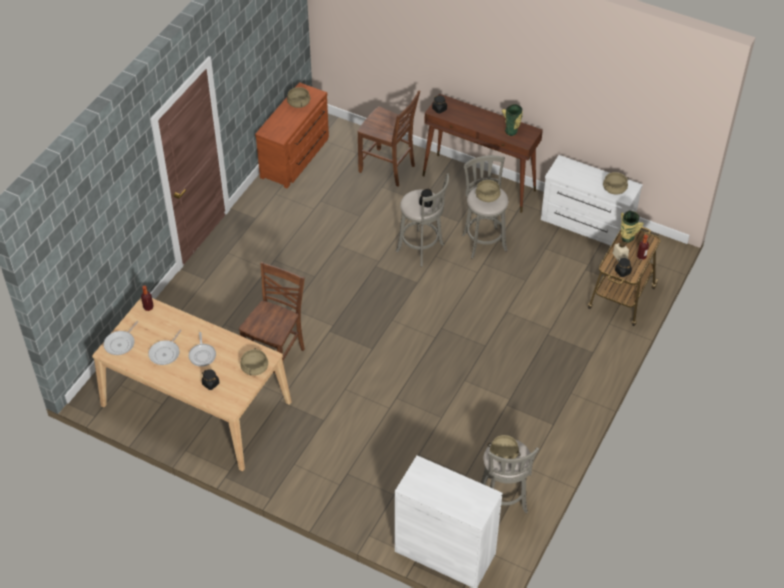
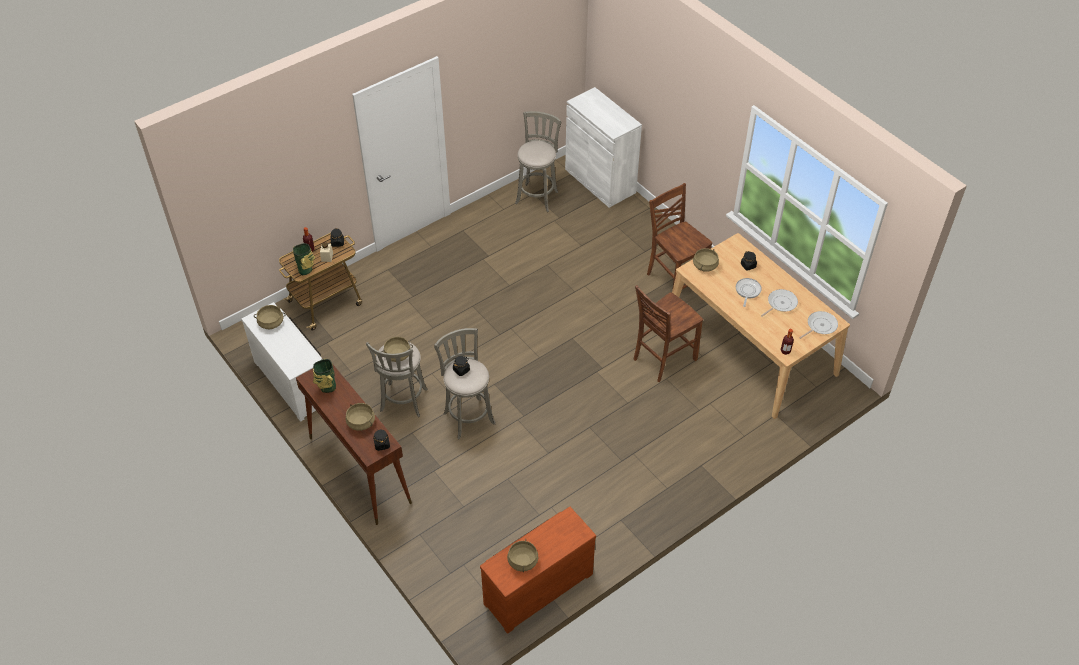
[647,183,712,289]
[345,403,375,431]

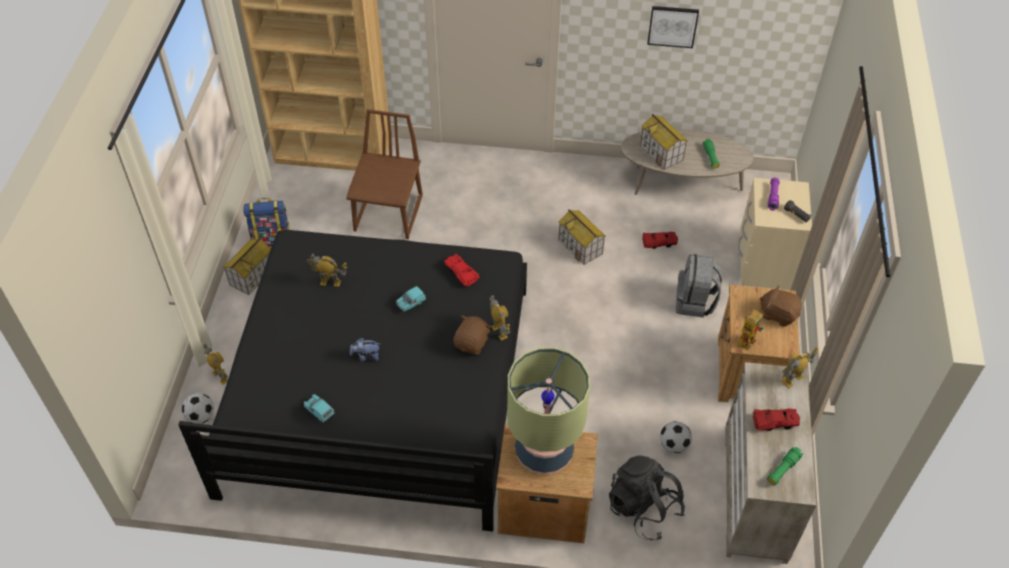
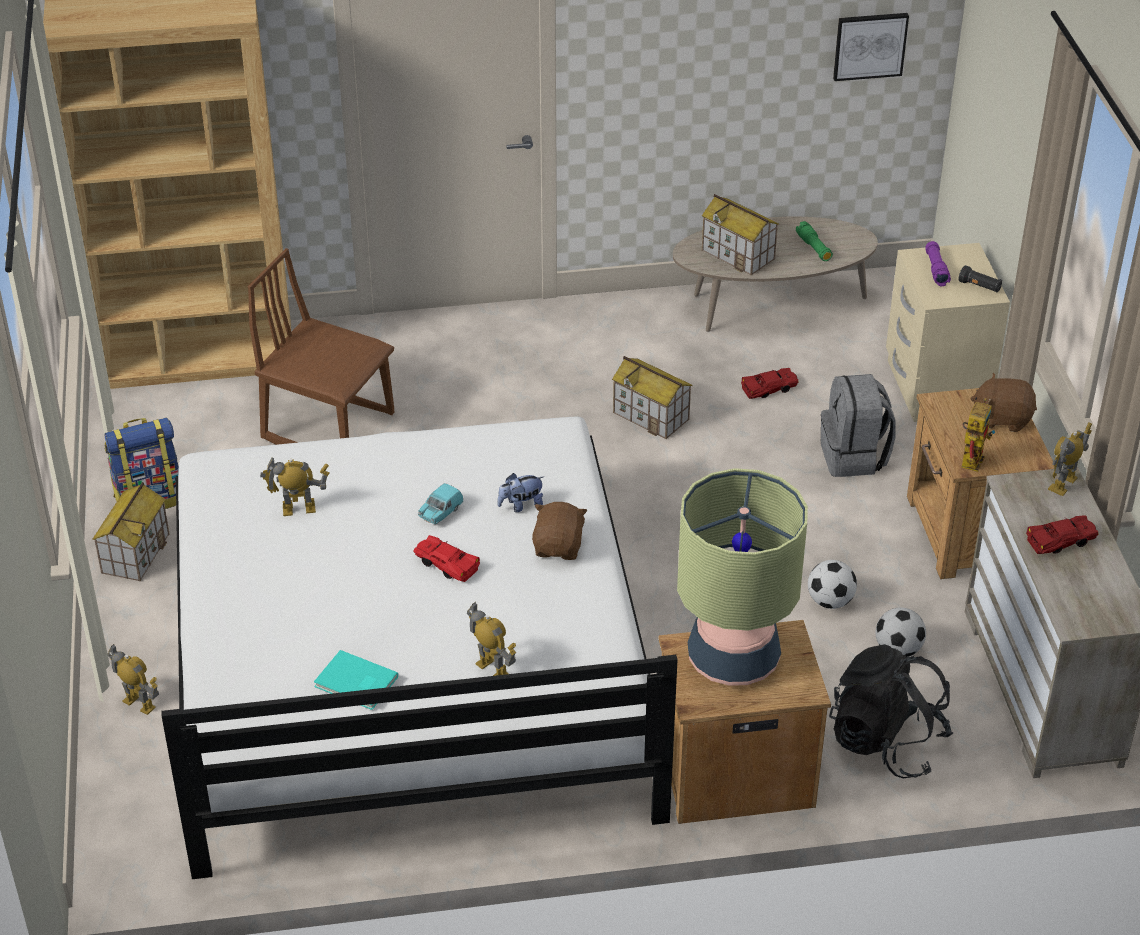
[833,13,909,81]
[248,248,394,445]
[162,417,677,879]
[413,535,480,582]
[467,602,516,676]
[497,473,544,512]
[808,560,857,609]
[314,650,398,710]
[767,447,803,485] (first image)

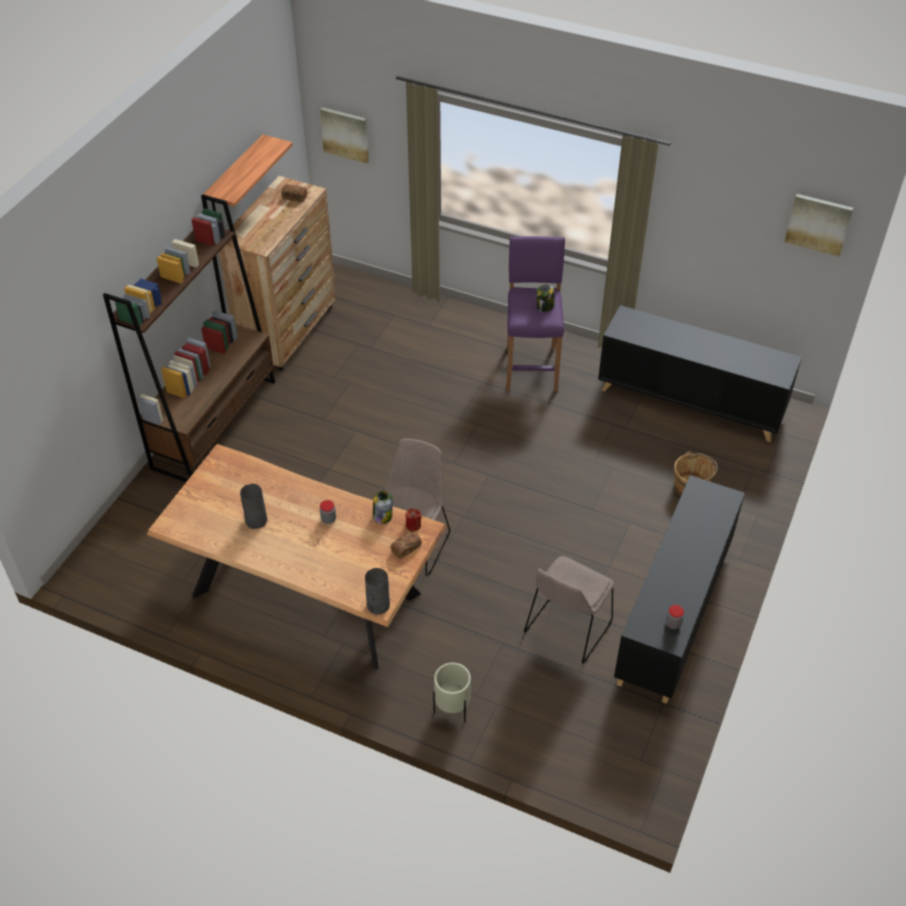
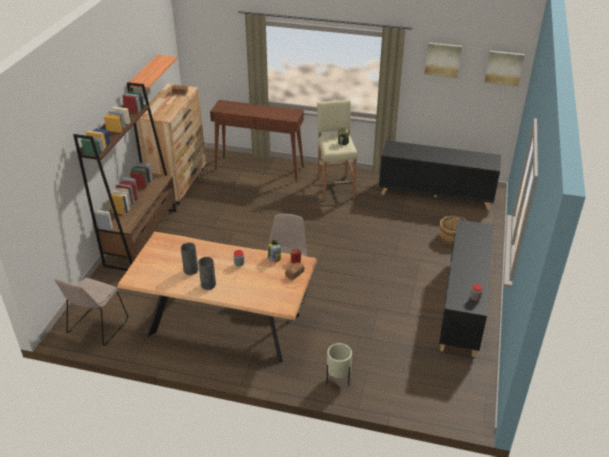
[424,42,462,78]
[317,100,358,201]
[54,278,128,346]
[198,257,216,290]
[210,100,304,182]

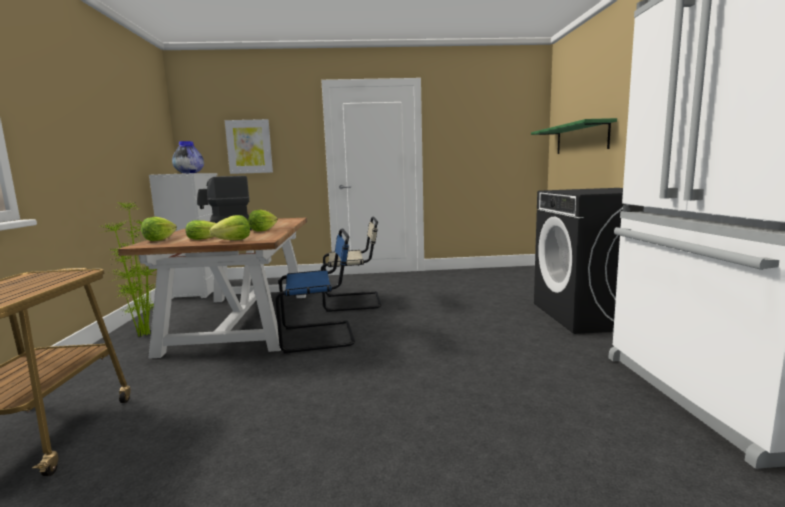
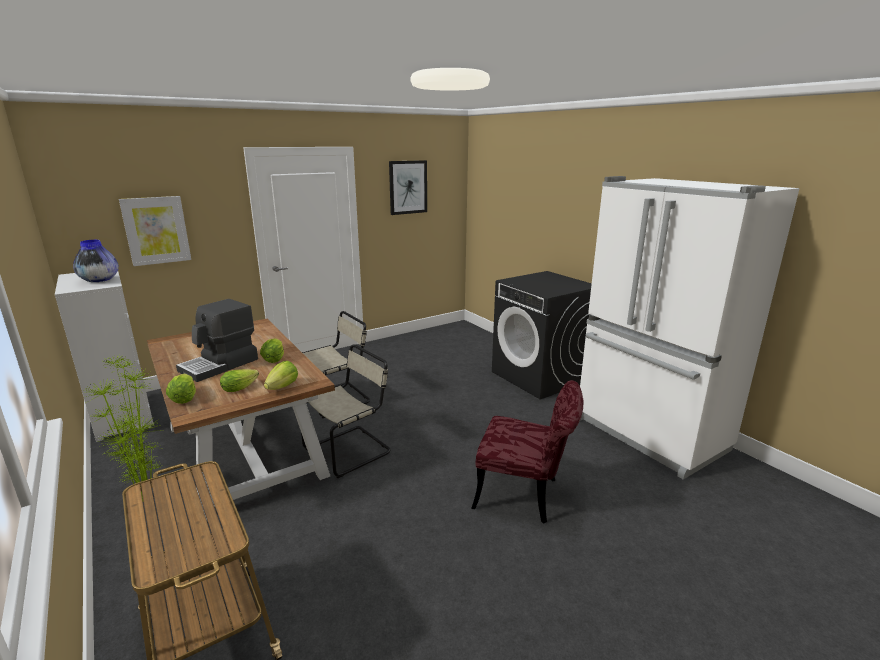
[531,118,617,154] (first image)
[301,344,391,478]
[389,160,427,215]
[471,380,583,524]

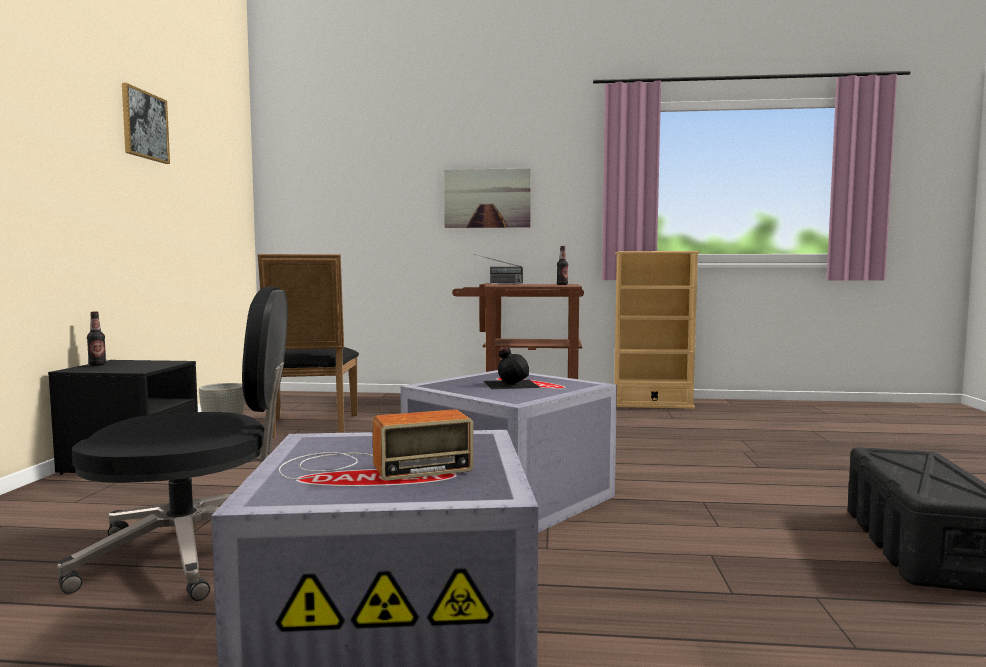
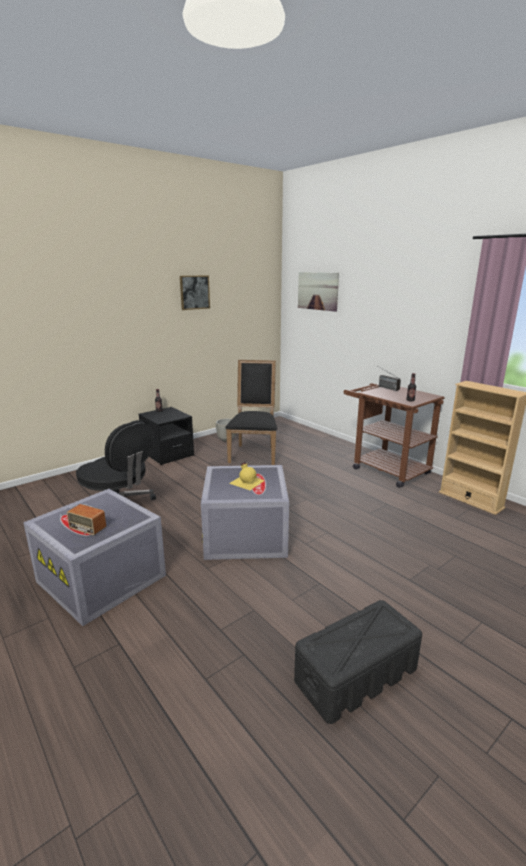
[298,272,339,312]
[225,360,277,465]
[229,463,265,490]

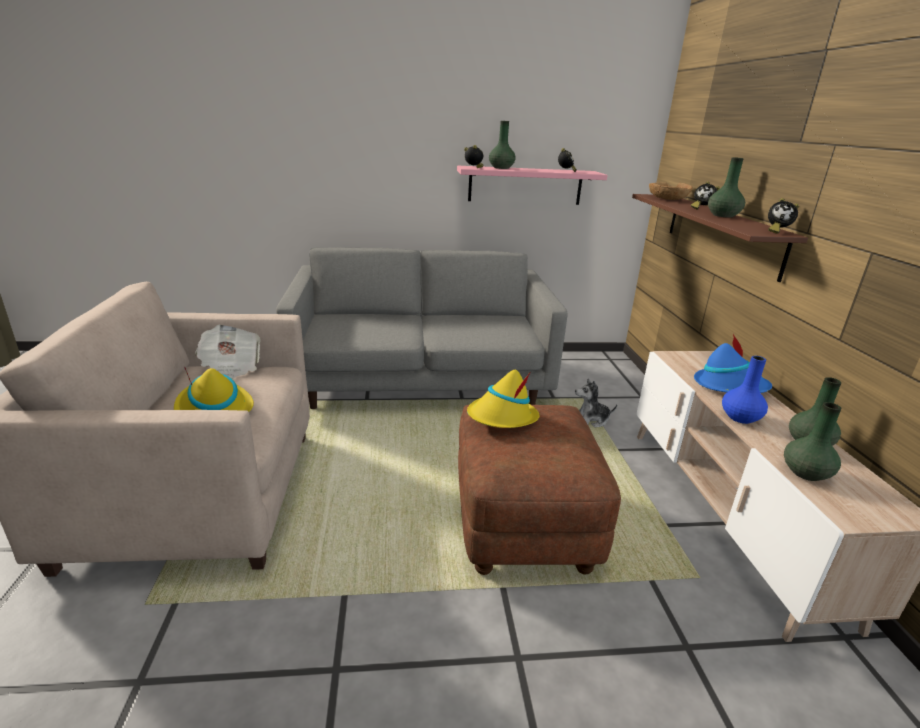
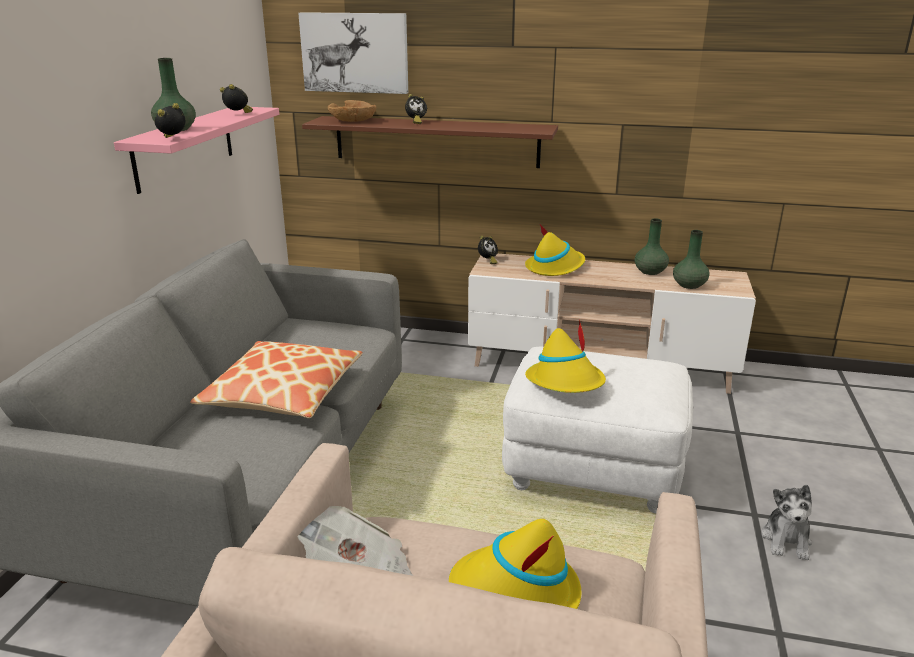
[708,157,745,218] (first image)
[478,236,498,264]
[525,223,585,276]
[722,356,768,424] (first image)
[762,485,812,560]
[502,347,693,514]
[298,12,408,94]
[190,341,363,418]

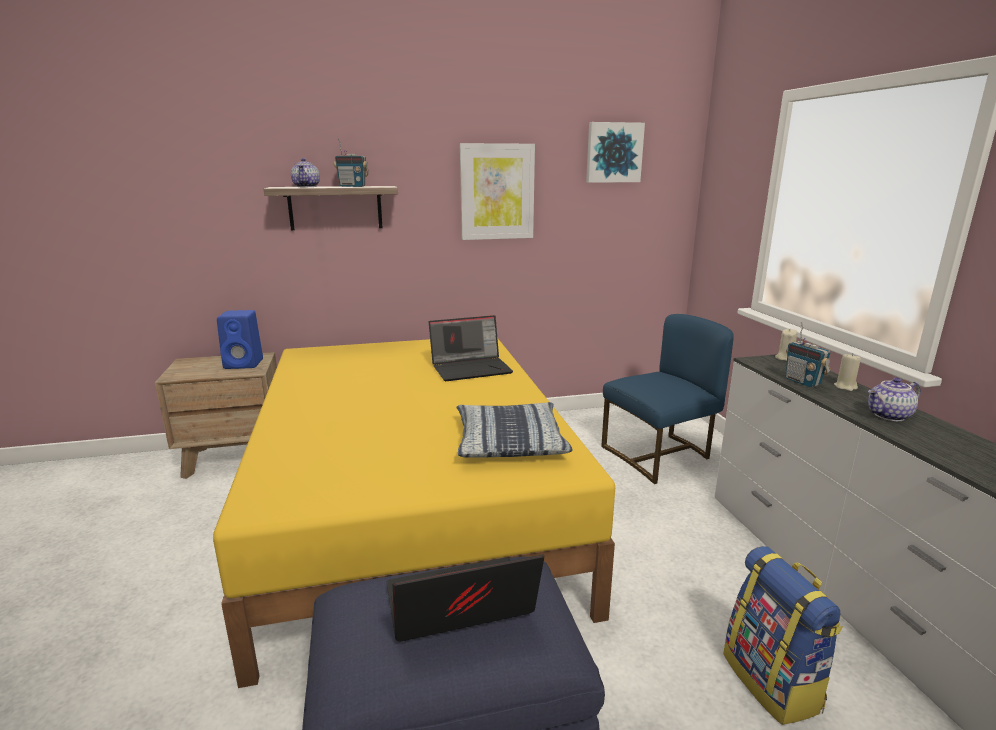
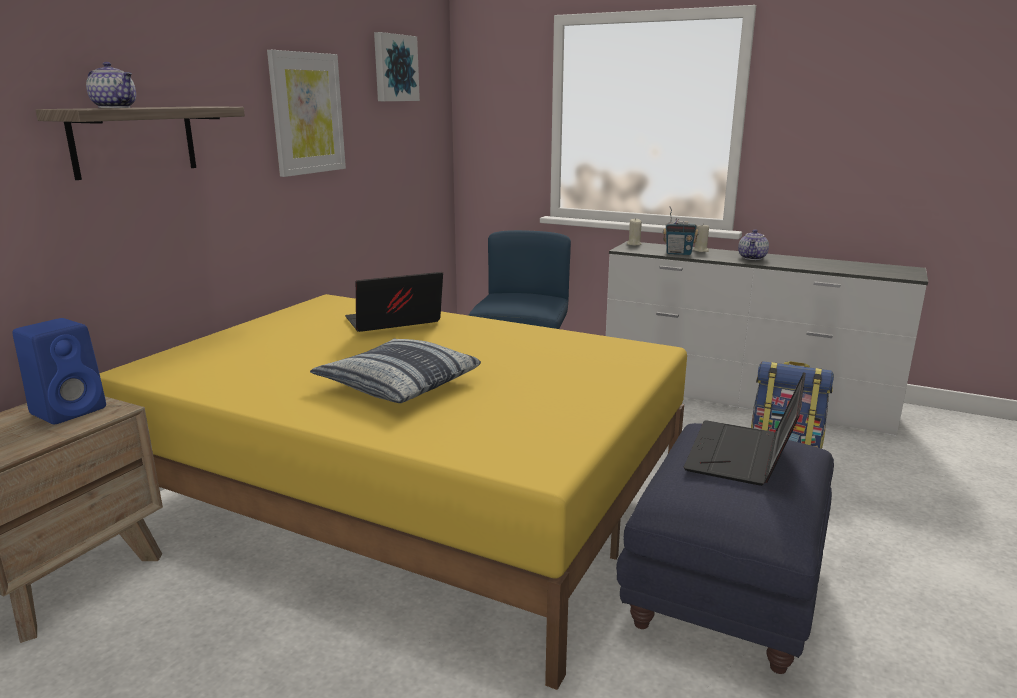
[334,139,369,187] (first image)
[345,272,443,332]
[310,339,481,403]

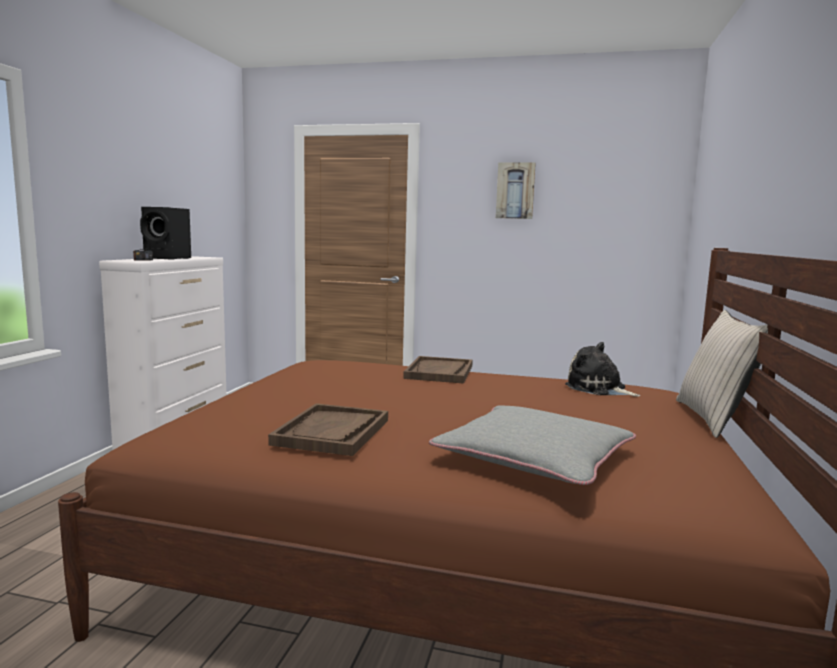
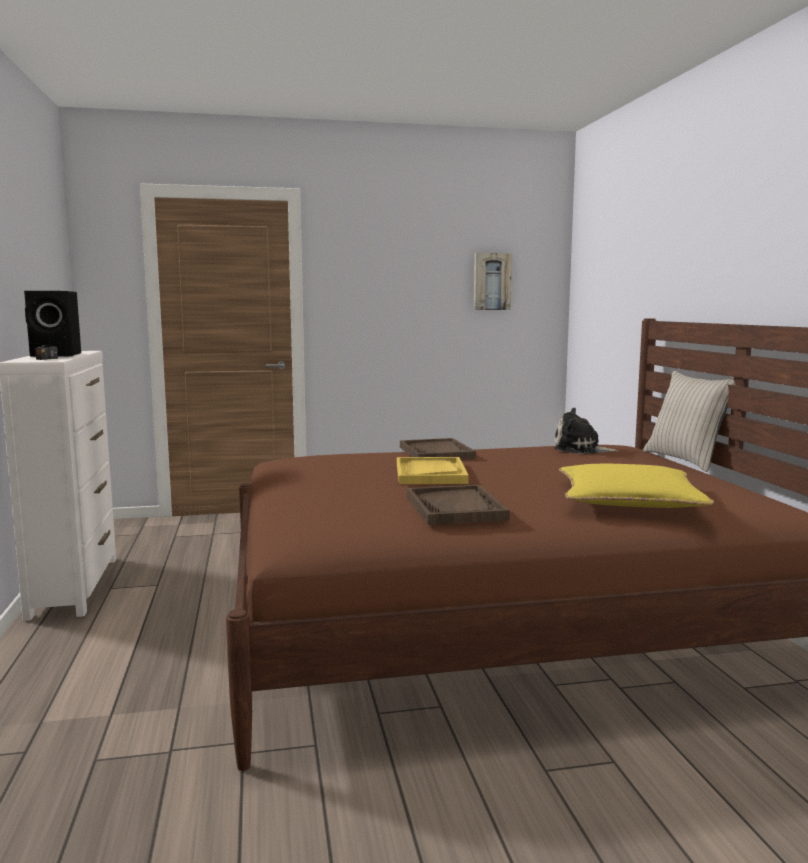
[474,253,512,310]
[559,464,714,508]
[397,457,469,484]

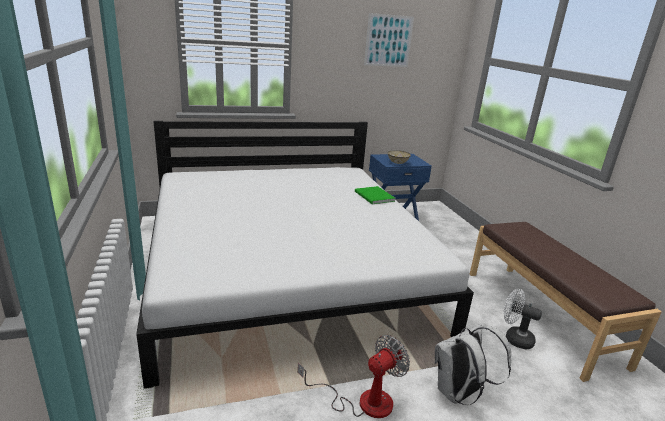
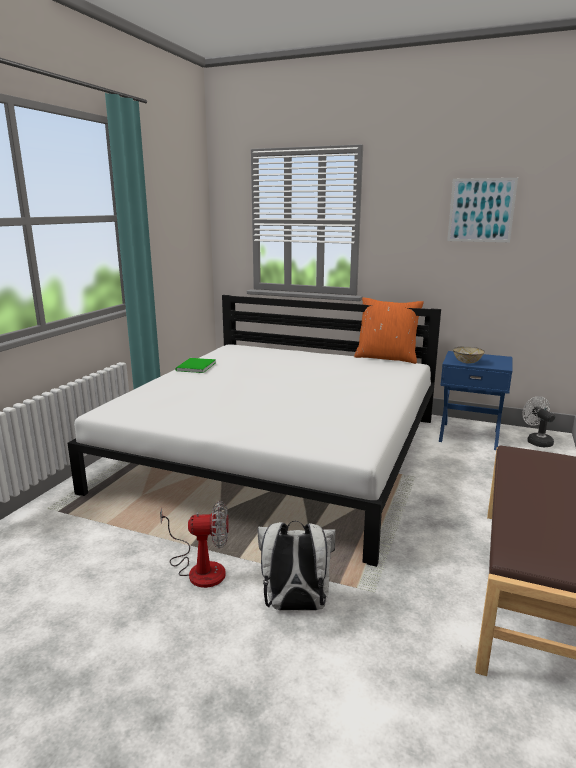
[175,358,216,373]
[522,396,555,447]
[354,297,424,364]

